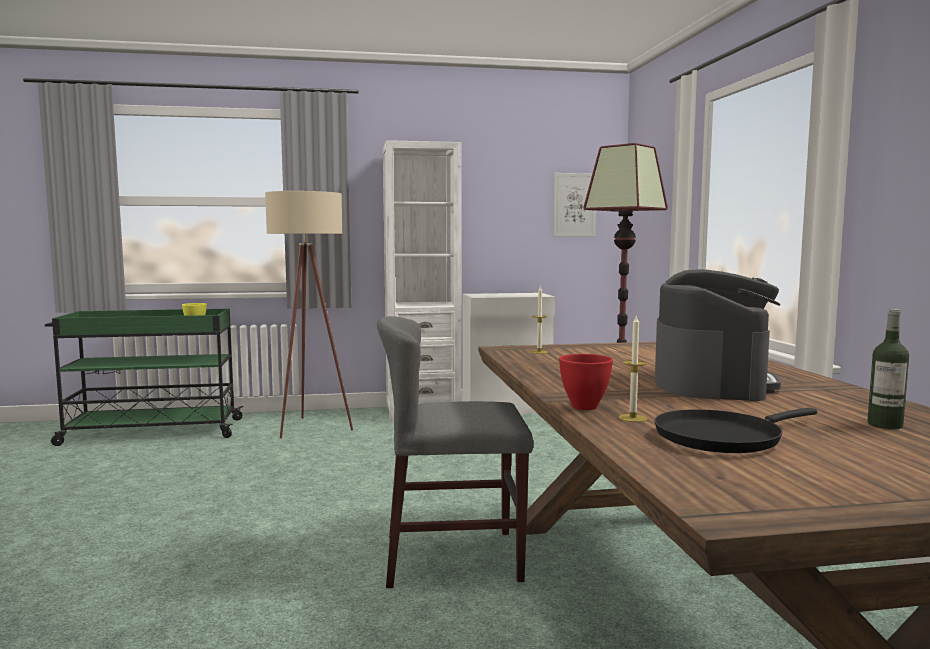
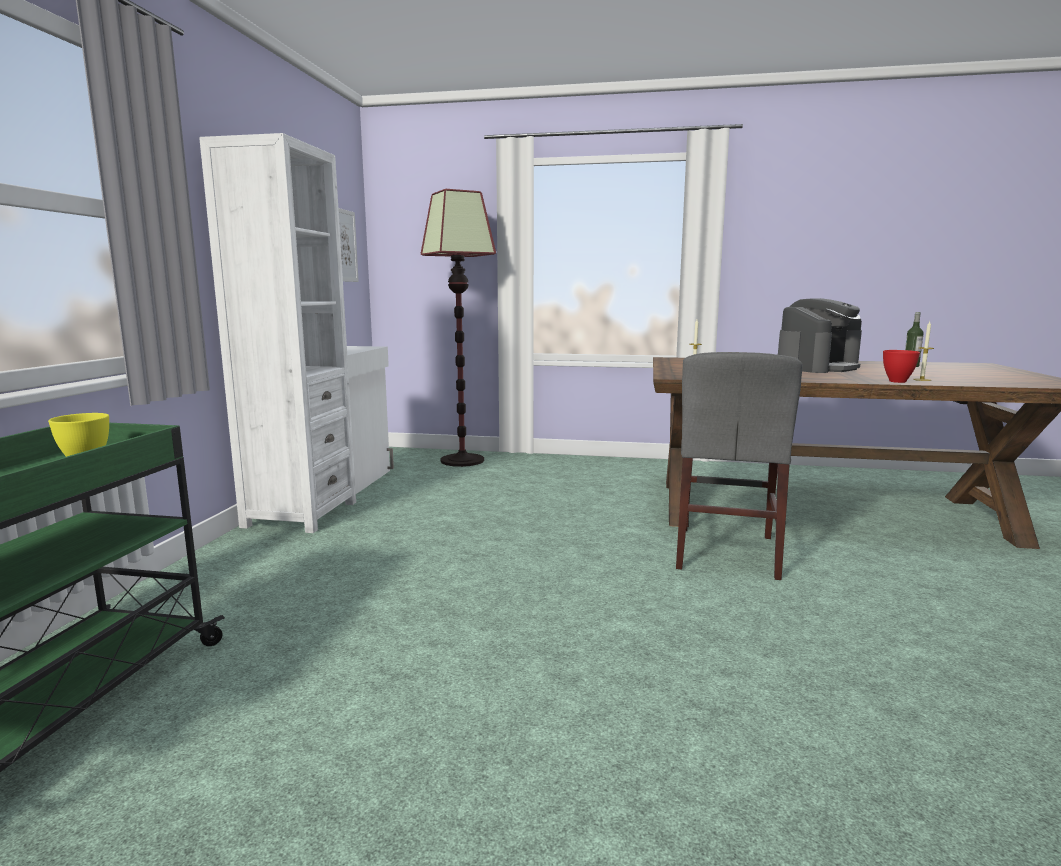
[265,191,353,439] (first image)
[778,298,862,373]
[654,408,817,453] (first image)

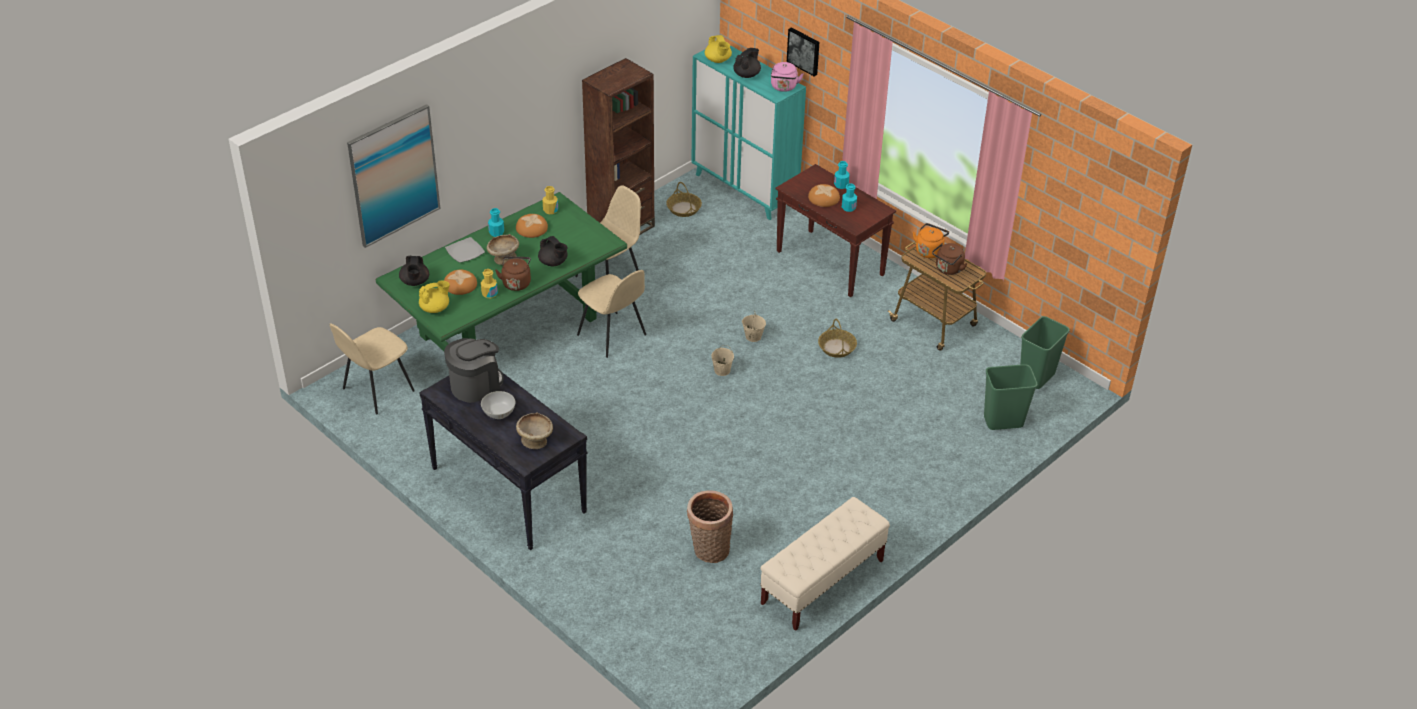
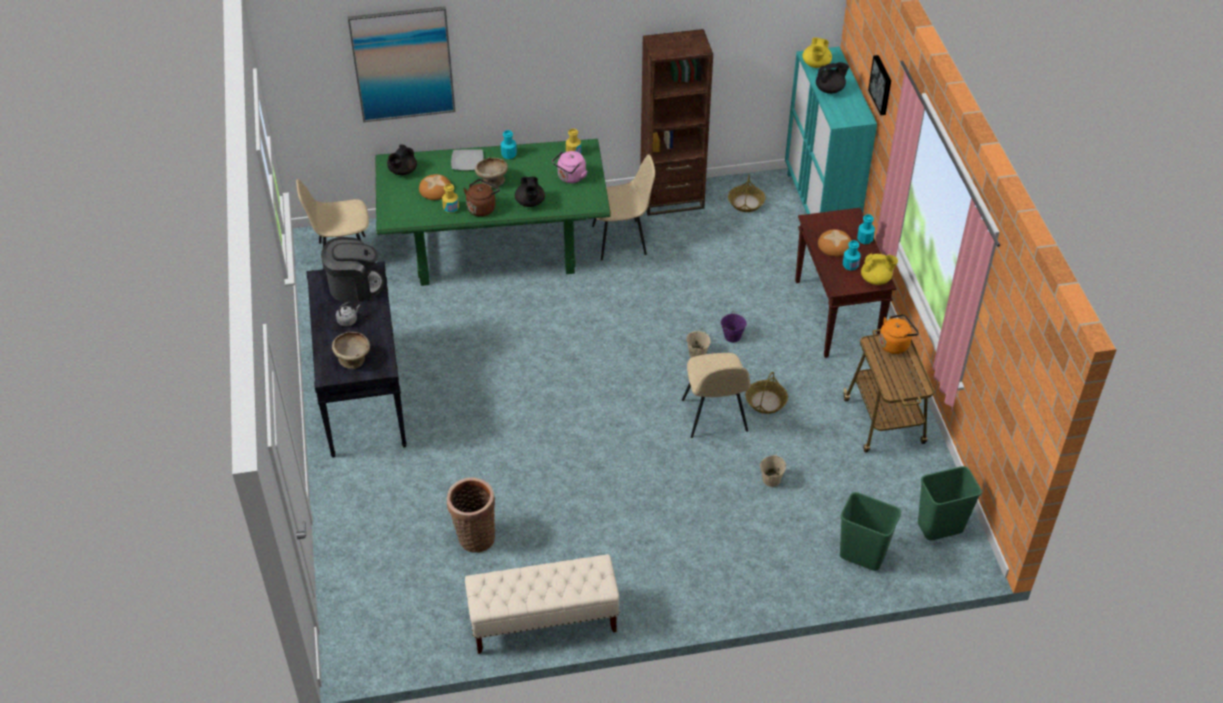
[552,151,587,183]
[516,214,548,238] (first image)
[932,243,967,275] (first image)
[682,353,751,438]
[861,254,898,285]
[760,455,786,487]
[336,302,360,326]
[720,310,747,342]

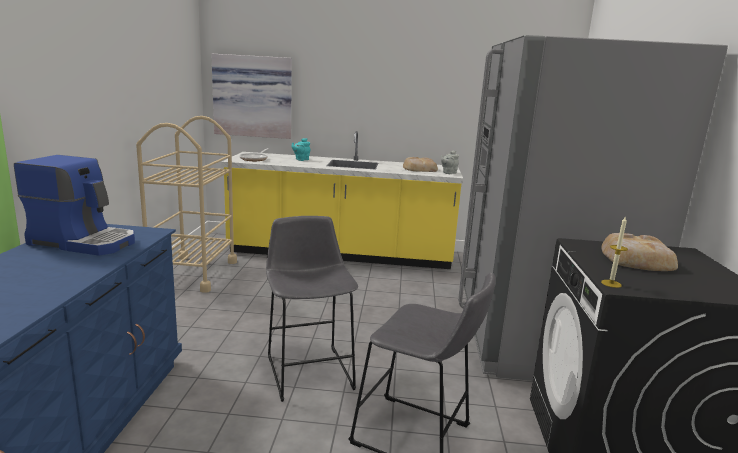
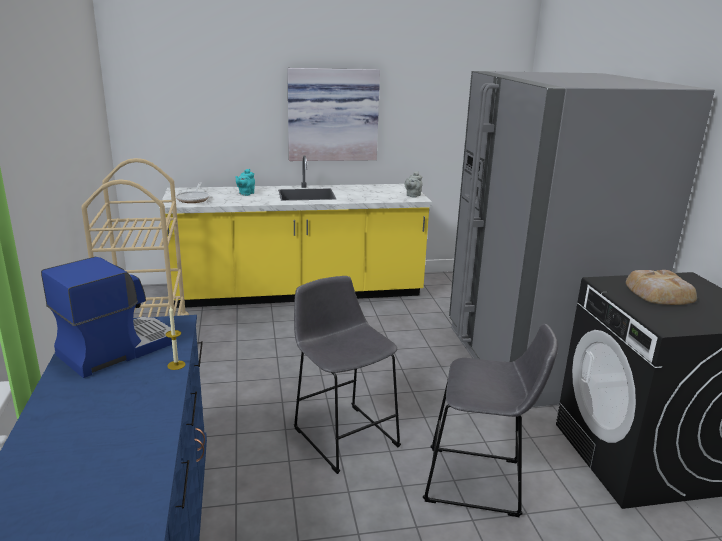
[287,68,380,161]
[41,257,172,378]
[403,157,438,172] (first image)
[165,307,185,370]

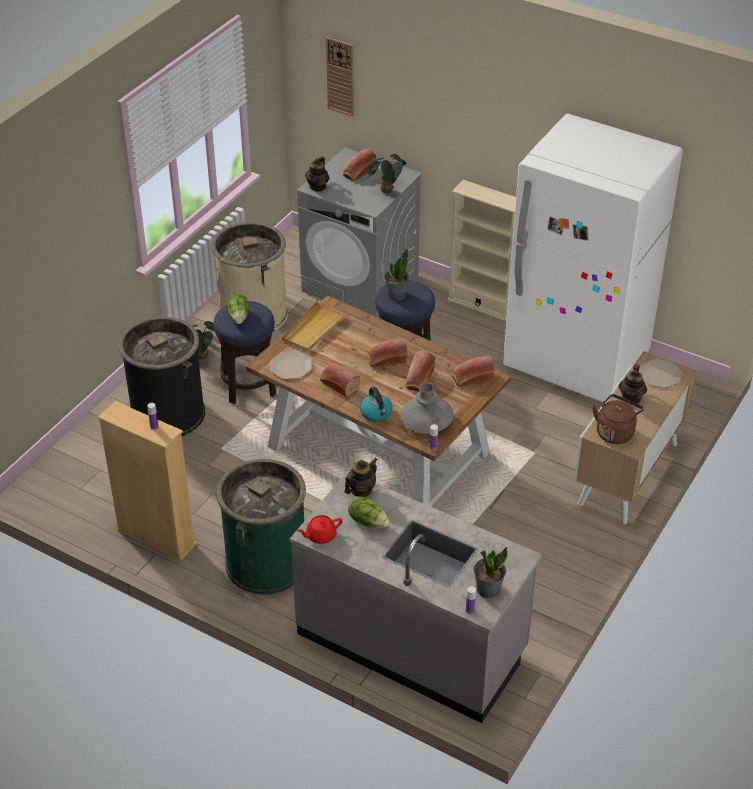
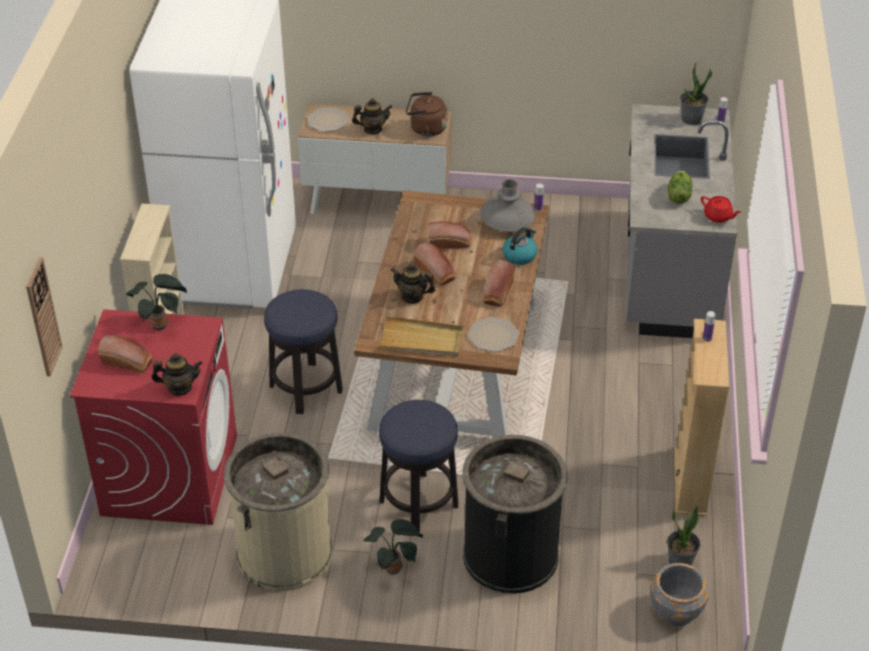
[70,309,237,525]
[667,506,700,566]
[227,293,249,324] (first image)
[452,356,494,387] (first image)
[391,264,435,304]
[216,459,306,594] (first image)
[650,563,709,627]

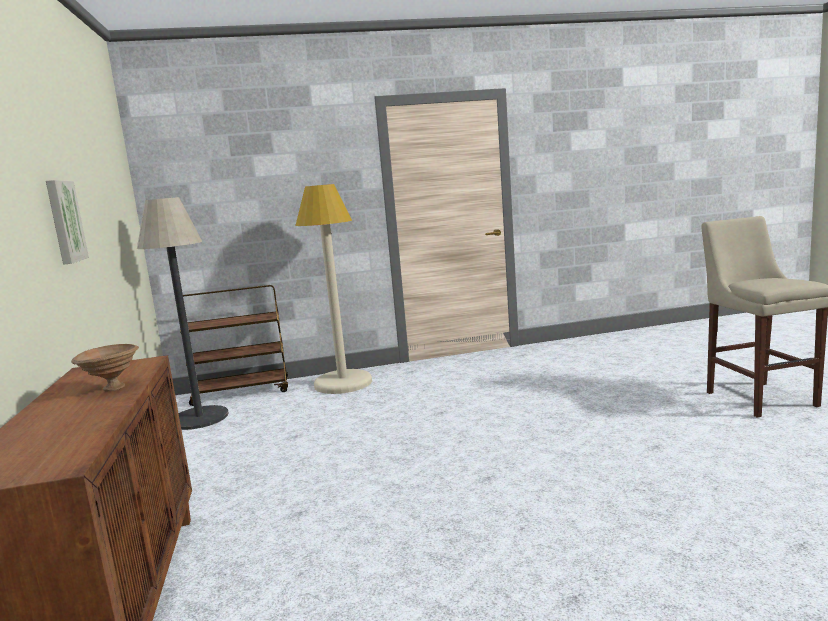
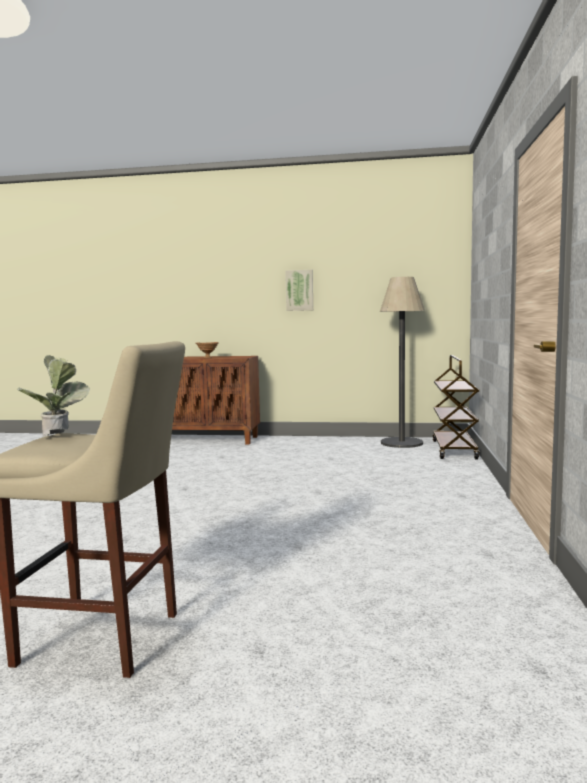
[295,184,372,394] (first image)
[17,355,90,437]

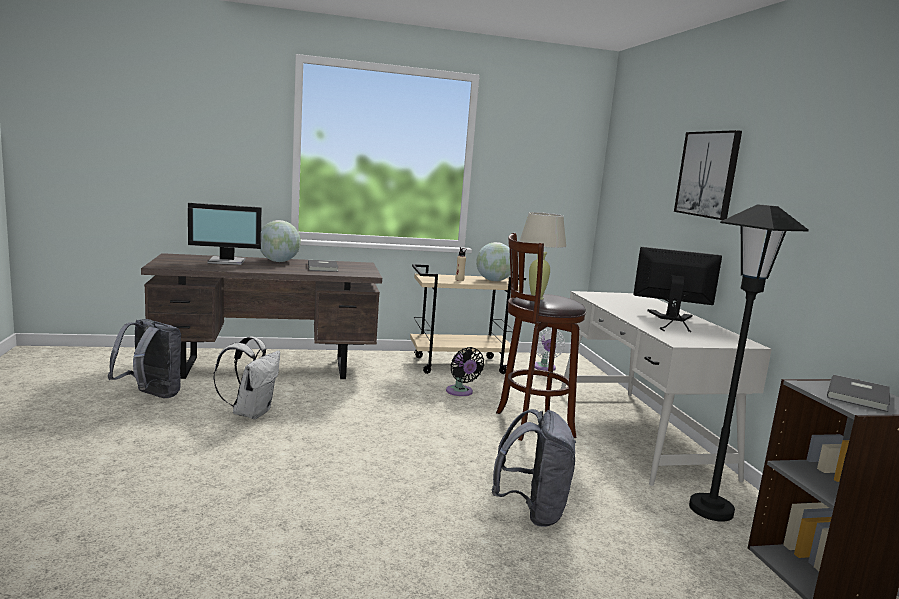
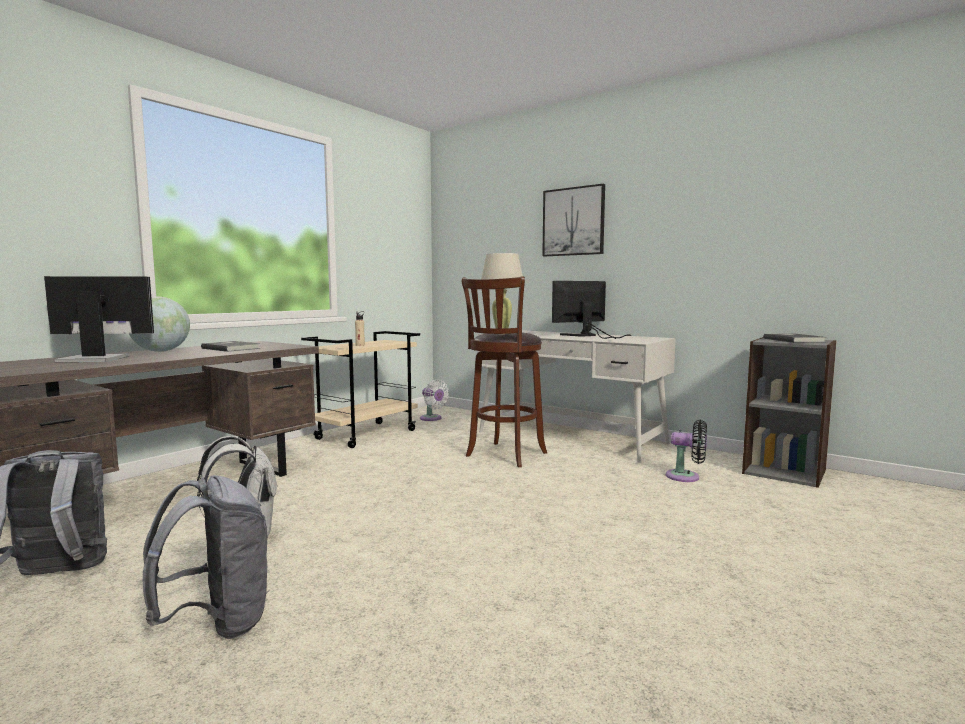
[44,276,154,362]
[689,205,809,522] (first image)
[476,242,513,281] (first image)
[666,420,707,482]
[143,475,269,639]

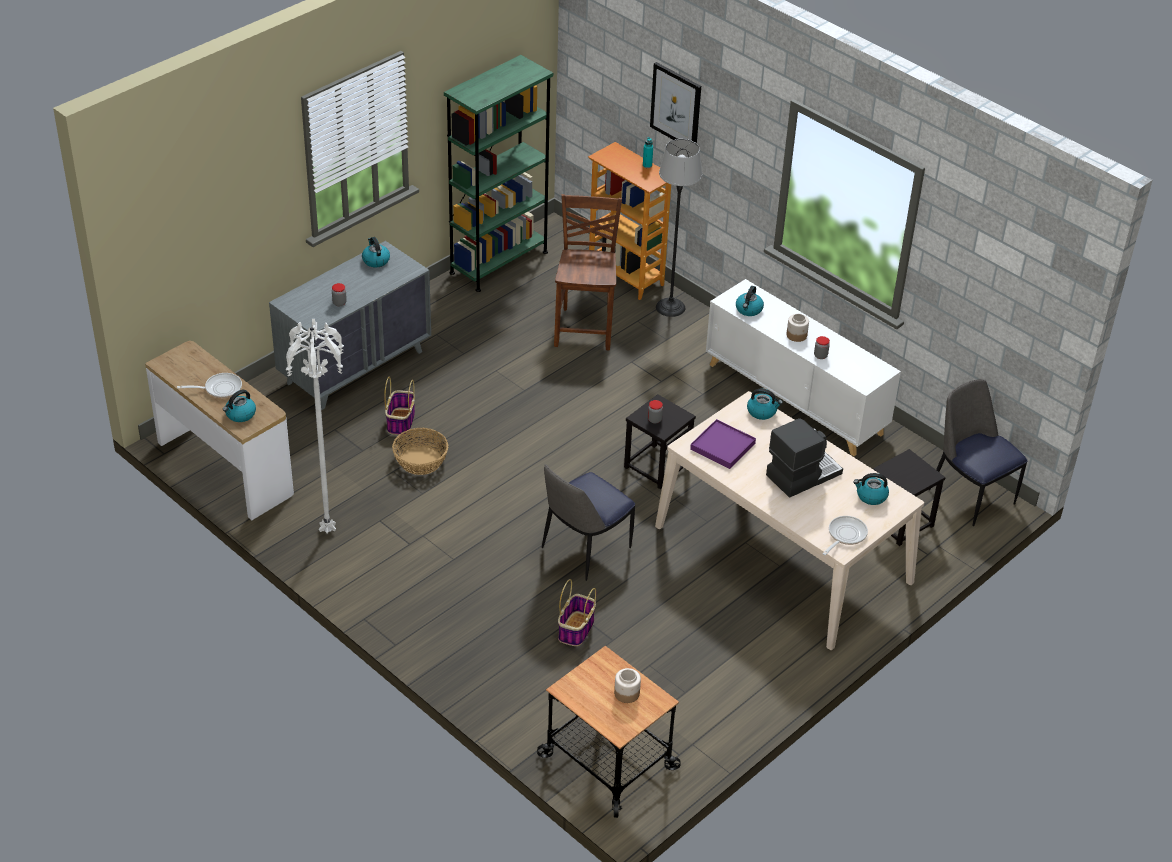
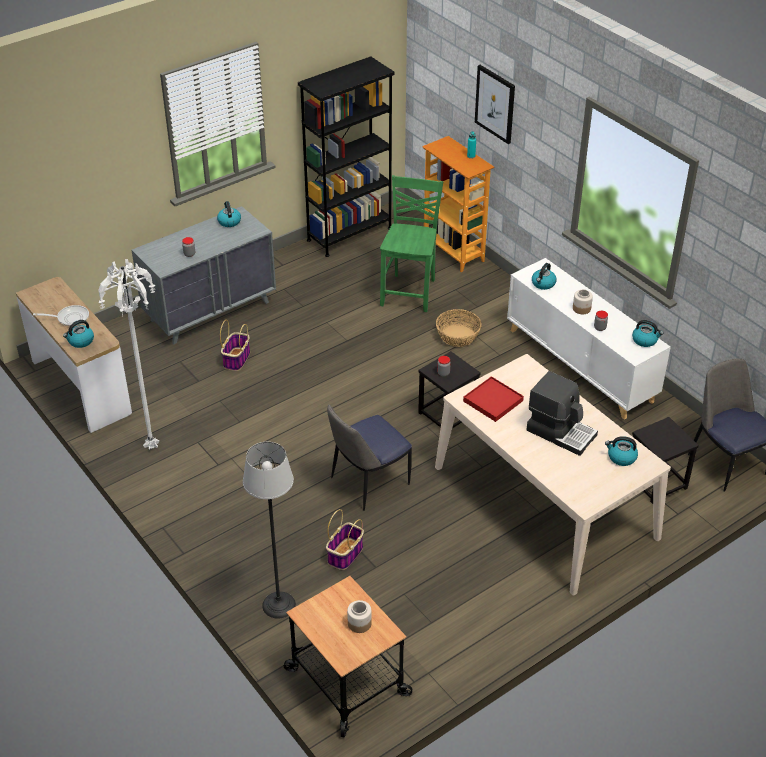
[298,56,395,257]
[243,442,296,618]
[380,175,443,312]
[632,320,663,347]
[527,371,598,456]
[463,376,524,422]
[436,309,482,347]
[823,516,868,555] (first image)

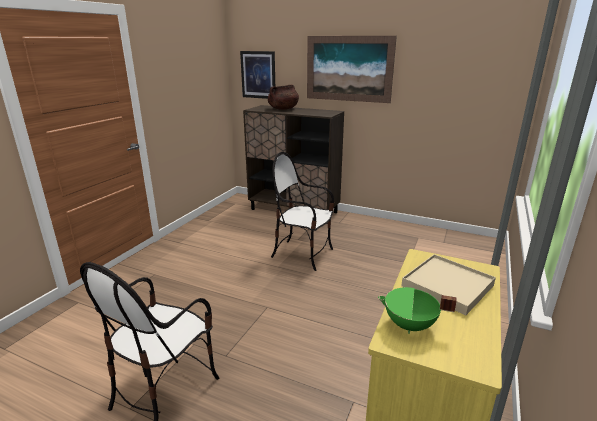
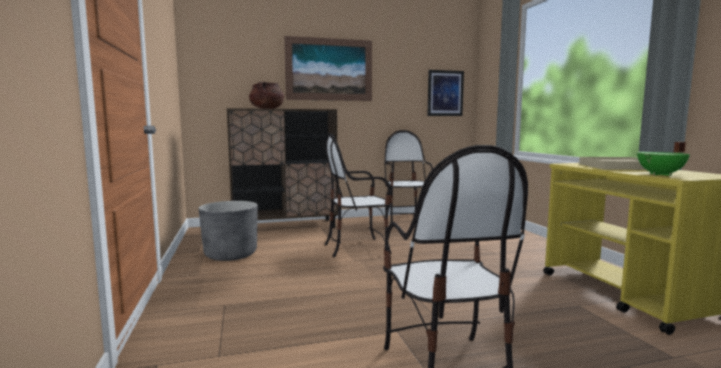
[428,70,464,116]
[385,130,433,222]
[199,201,258,261]

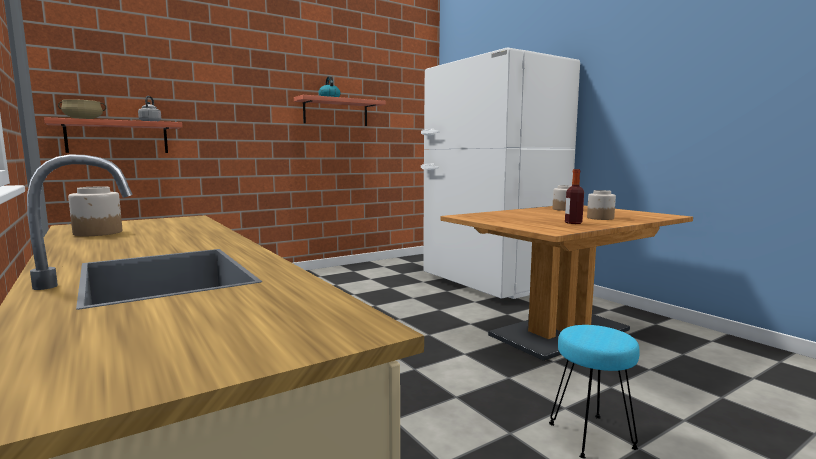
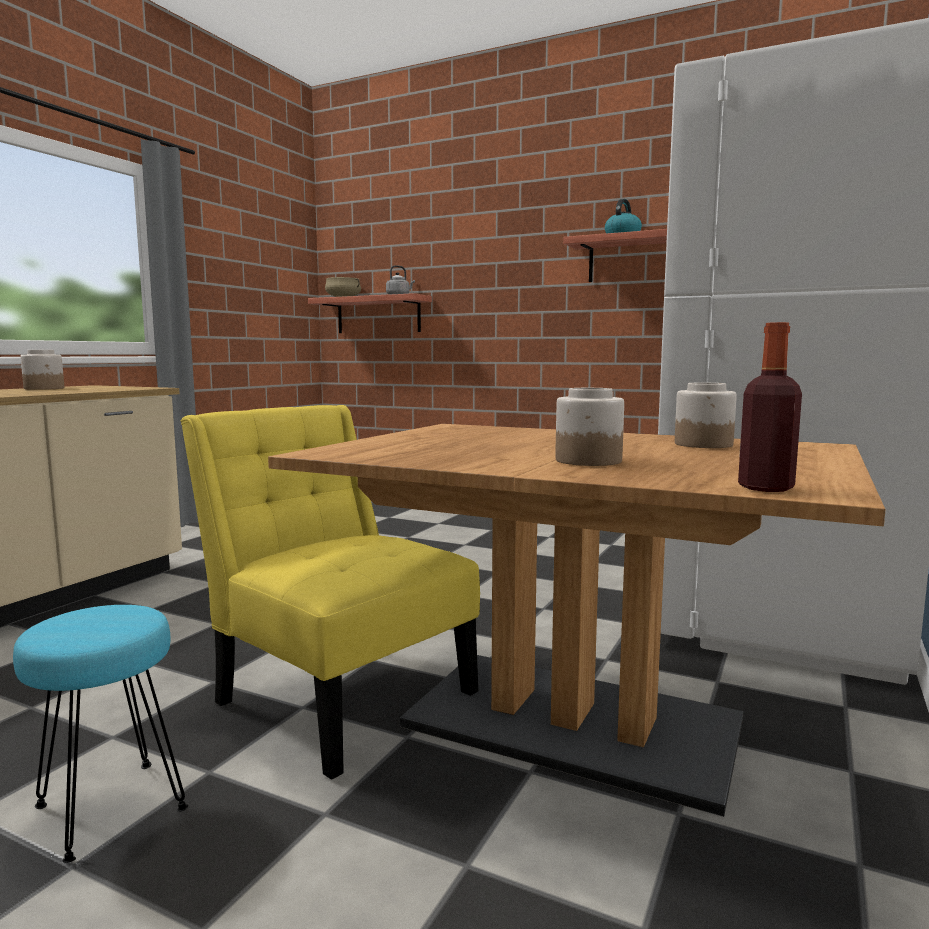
[738,322,802,492]
[181,405,480,780]

